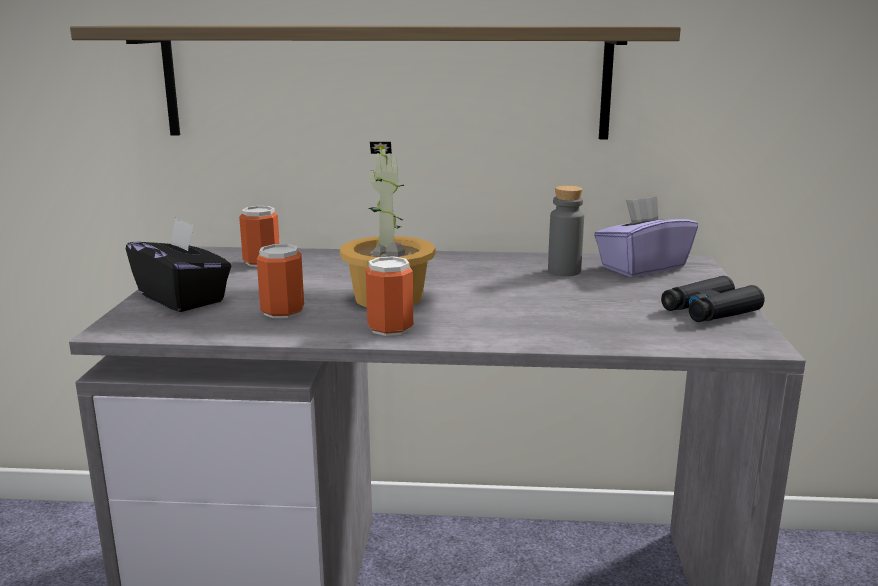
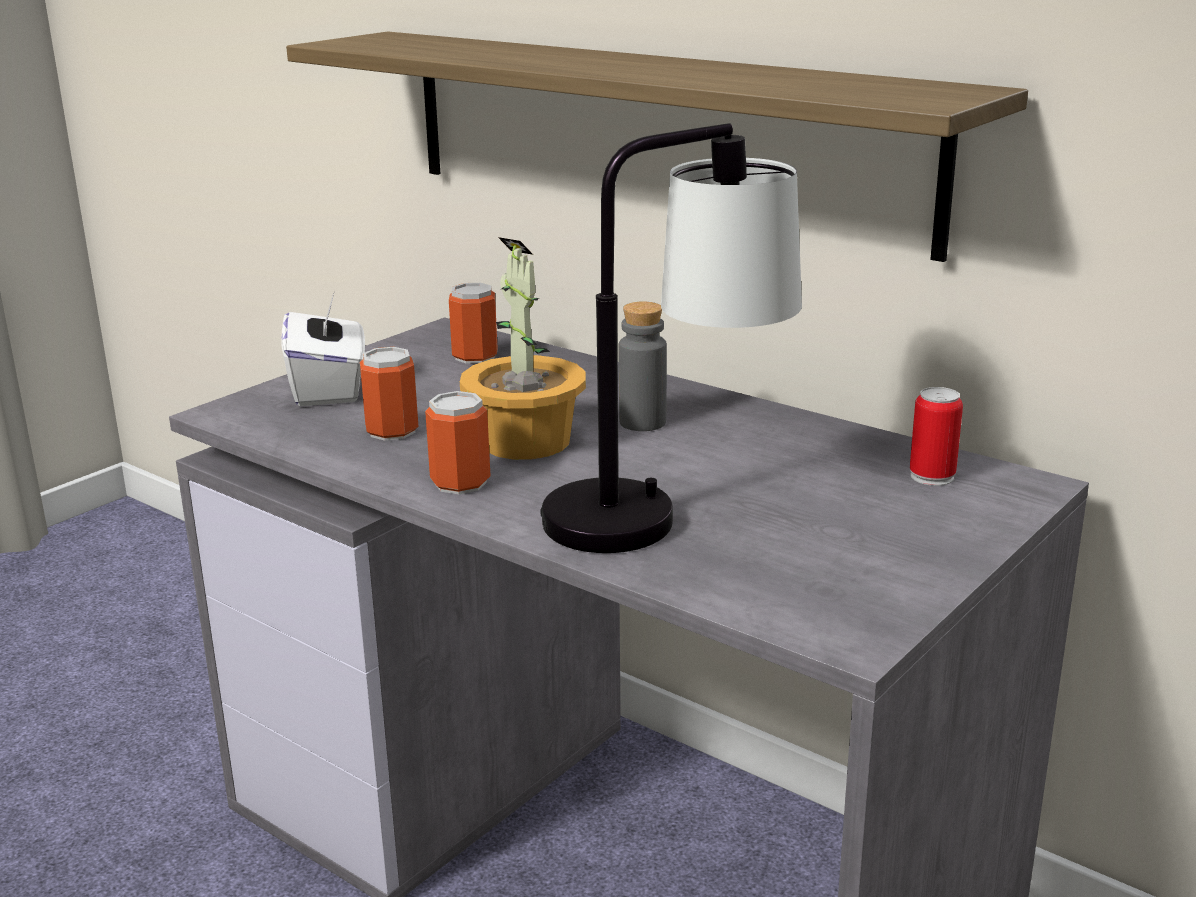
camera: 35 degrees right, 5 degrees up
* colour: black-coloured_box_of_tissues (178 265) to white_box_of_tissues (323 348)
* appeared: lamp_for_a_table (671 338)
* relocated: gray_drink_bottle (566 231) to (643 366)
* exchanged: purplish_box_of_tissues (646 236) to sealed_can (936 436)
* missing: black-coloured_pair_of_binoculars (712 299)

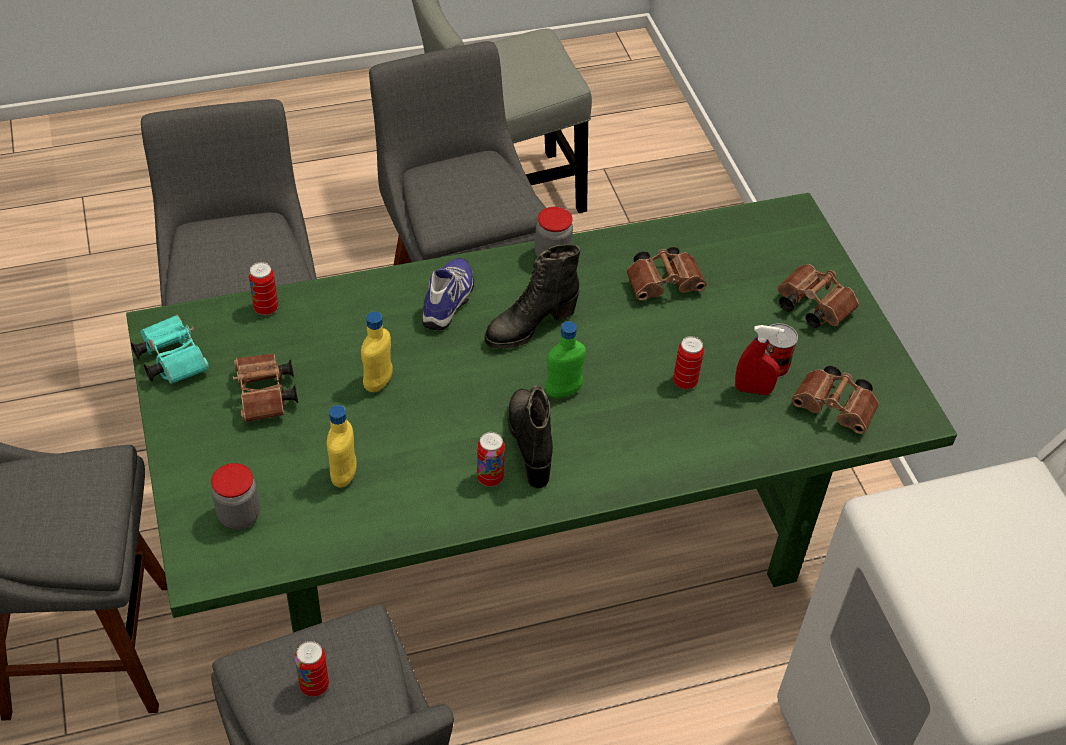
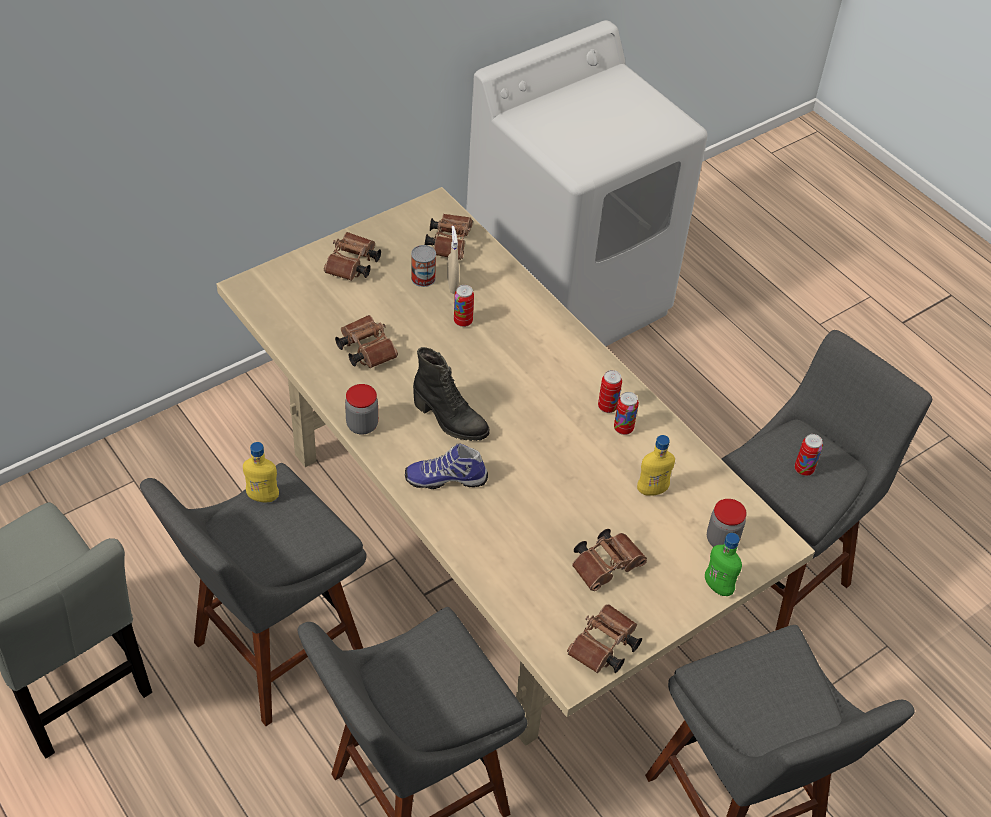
camera: 110 degrees left, 0 degrees up
* colour: greenish_dinner_table (541 413) to beige_dinner_table (516 466)
* relocated: yellowish_drink_bottle (377 351) to (261 472)
* colour: reddish_sprayer (760 360) to beige_sprayer (453 260)
* colour: blue-green_pair_of_binoculars (170 349) to brown_pair_of_binoculars (604 638)
* relocated: sealed_can (263 288) to (626 413)
* relocated: greenish_drink_bottle (565 359) to (723 564)
* missing: black-coloured_high-top_boot (530 436)

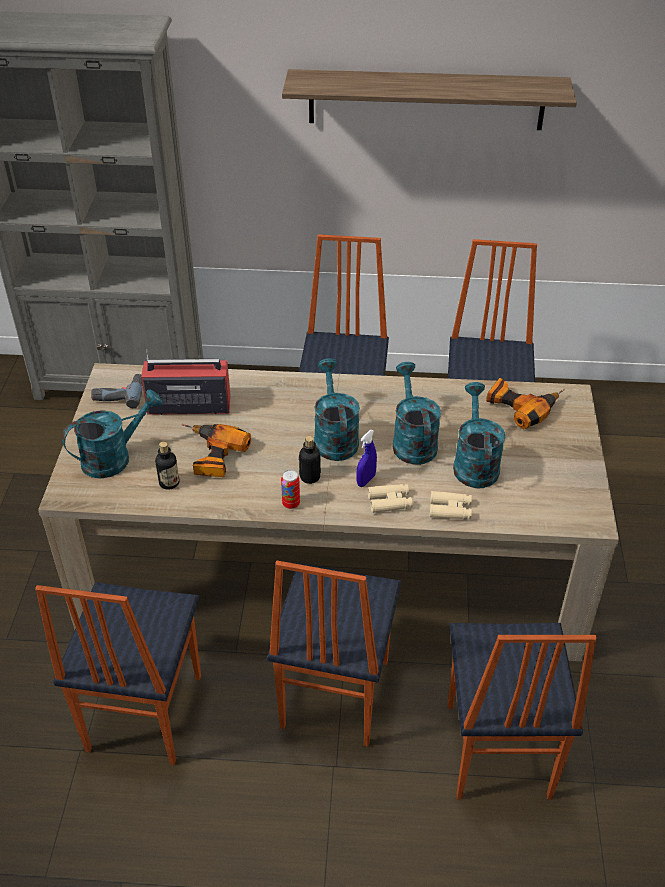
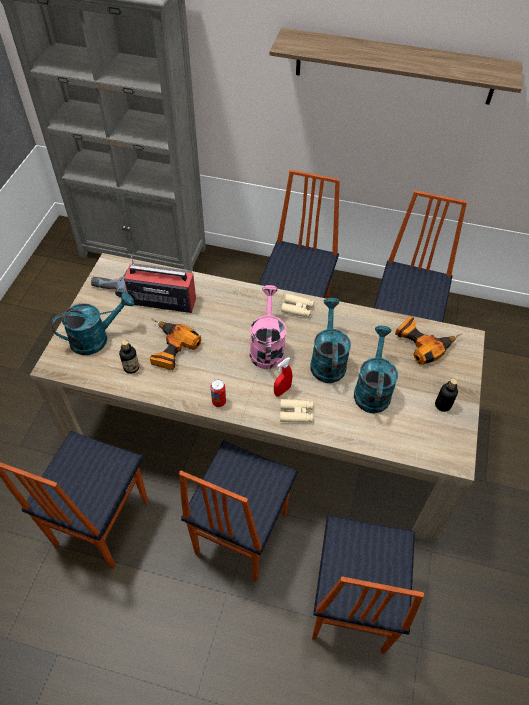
camera: 10 degrees right, 10 degrees up
* colour: blue-green_watering_can (337 409) to pinkish_watering_can (268 327)
* colour: blue-coloured_sprayer (366 458) to reddish_sprayer (283 377)
* relocated: beige_pair_of_binoculars (451 505) to (297 305)
* relocated: drink_bottle (310 460) to (446 395)

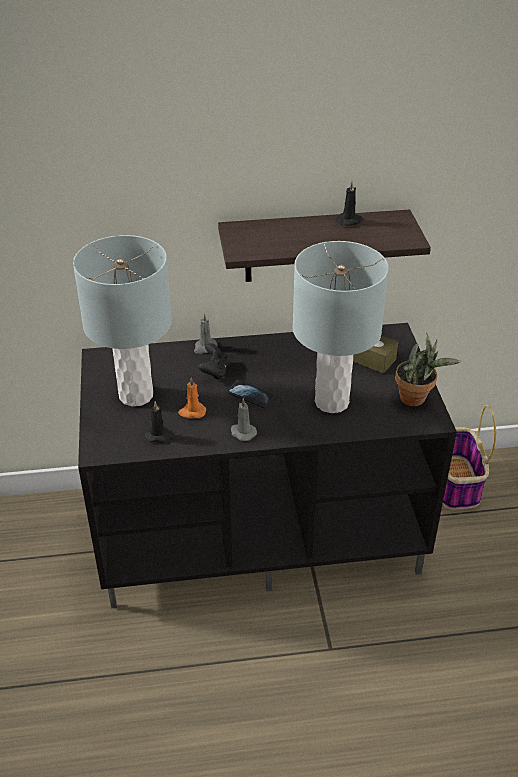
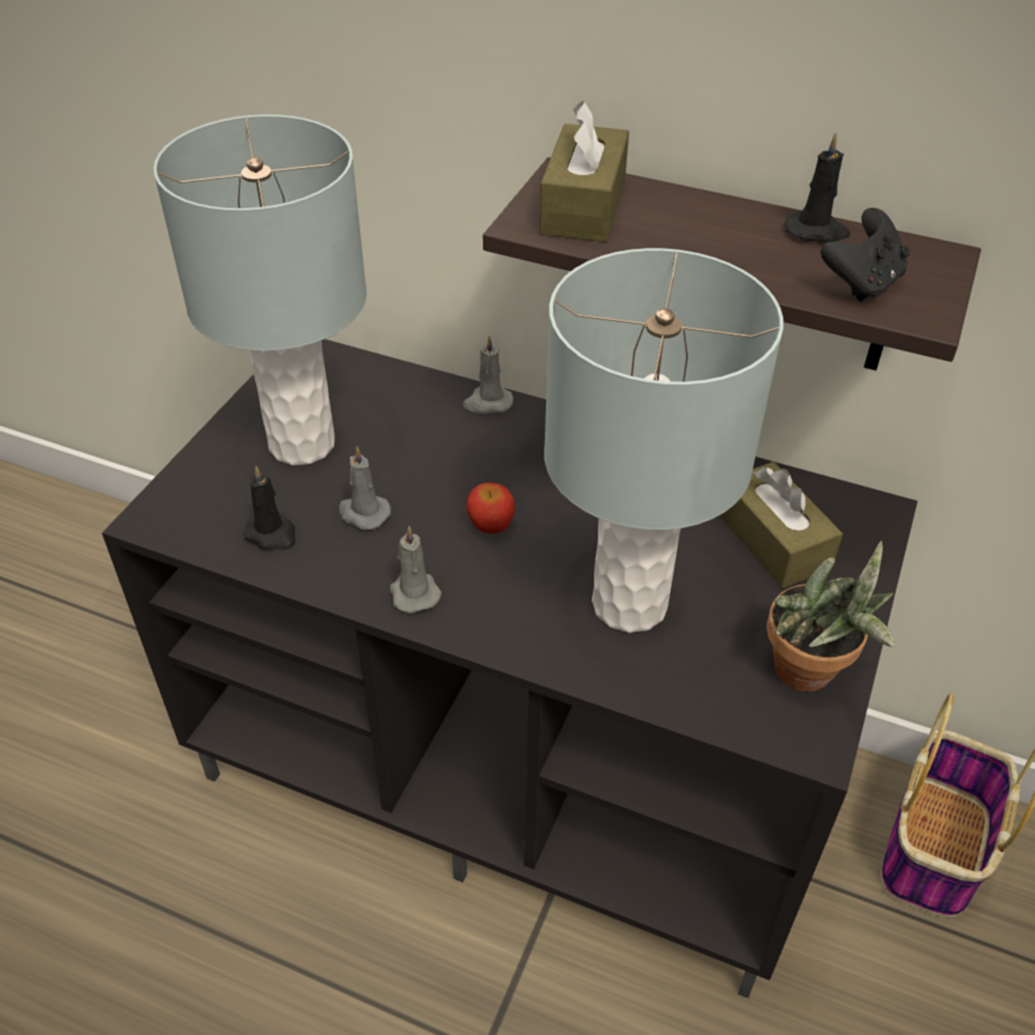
camera: 30 degrees right, 5 degrees up
* colour: orangey_candle (192 398) to gray_candle (365 488)
* exchanged: phone (251 394) to whole_apple (490 508)
* appeared: brown_box_of_tissues (584 171)
* relocated: black-coloured_joypad (213 361) to (865 255)

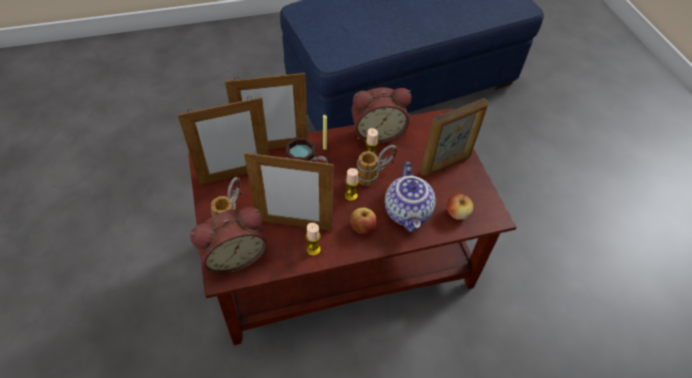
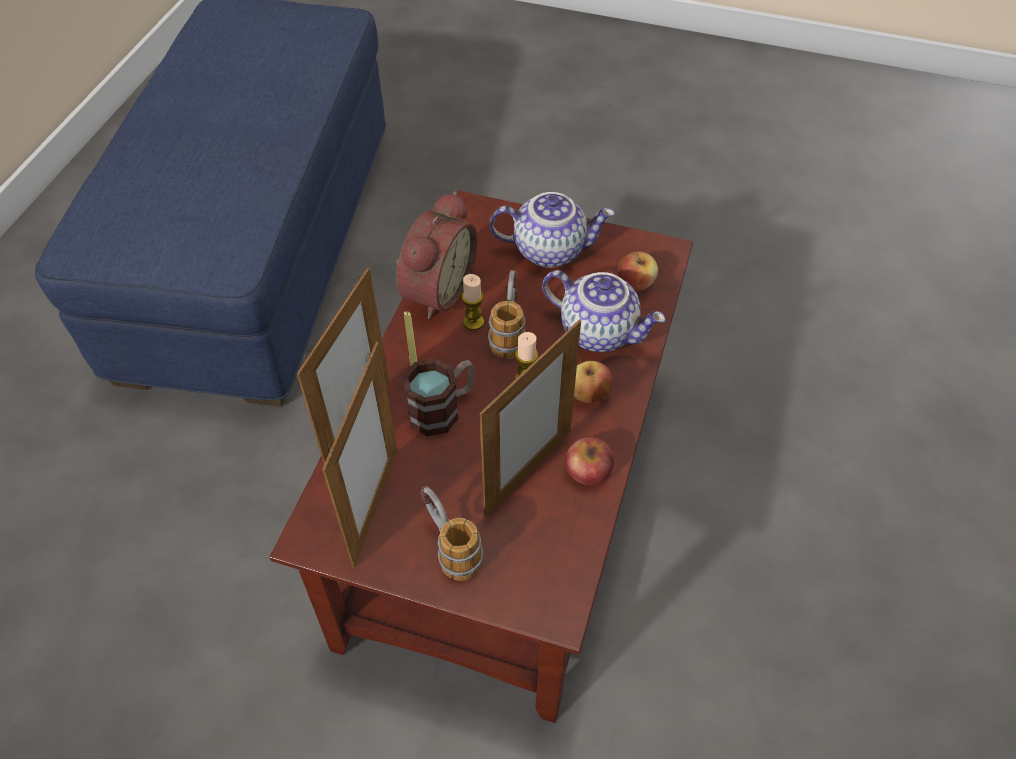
camera: 55 degrees left, 0 degrees up
* exchanged: standing_frame (455 137) to pot_for_tea (552 230)
* exchanged: candle (313 239) to whole_apple (589 461)
* missing: alarm_clock (228 241)

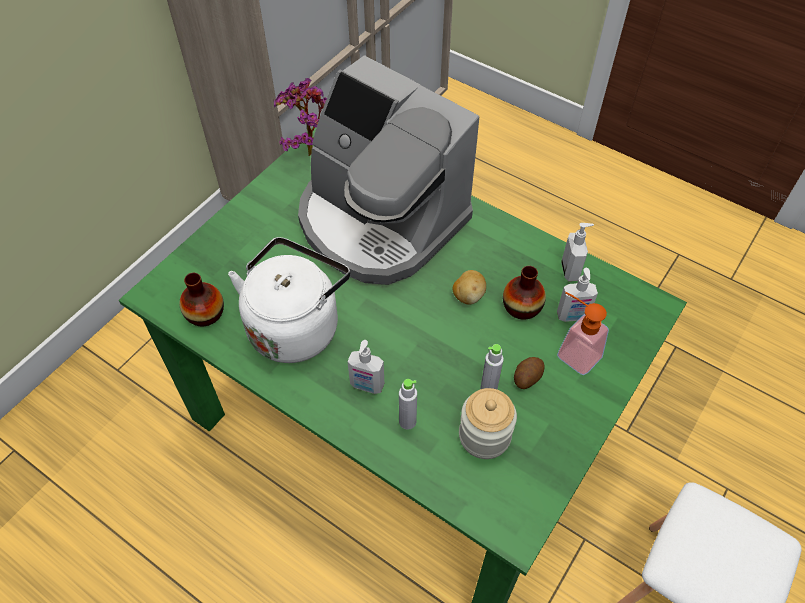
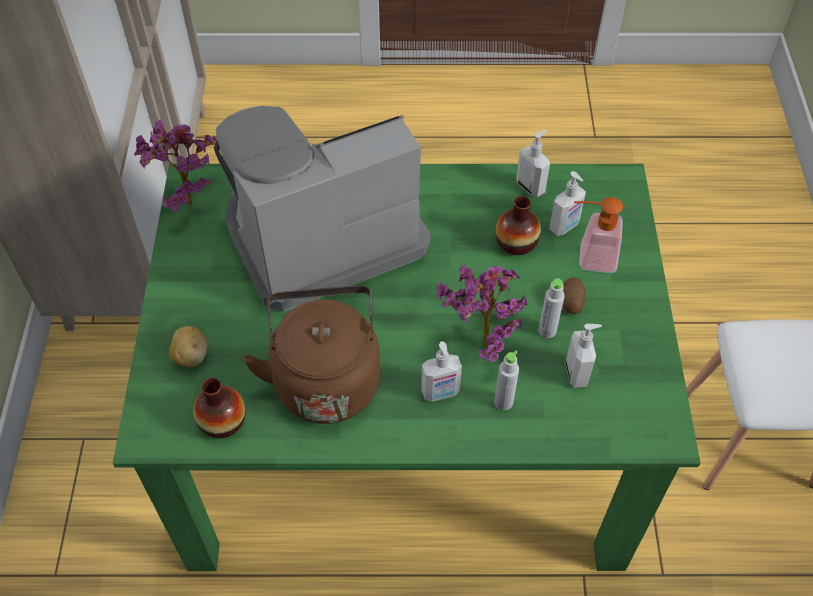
camera: 35 degrees left, 0 degrees up
* relocated: potato (469 287) to (188 346)
* spun: coffee_maker (388 170) = (322 209) 150 degrees clockwise
* colour: white_kettle (289 300) to brown_kettle (311 354)
* appeared: potted_plant (482 312)
* exchanged: preserve_jar (488 423) to liquid_soap_bottle (583 356)

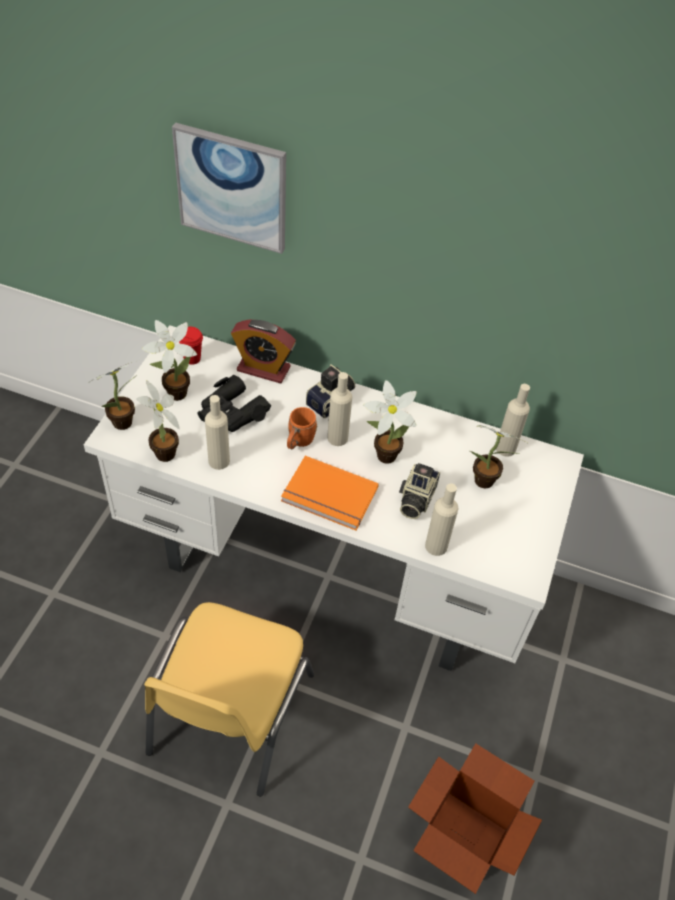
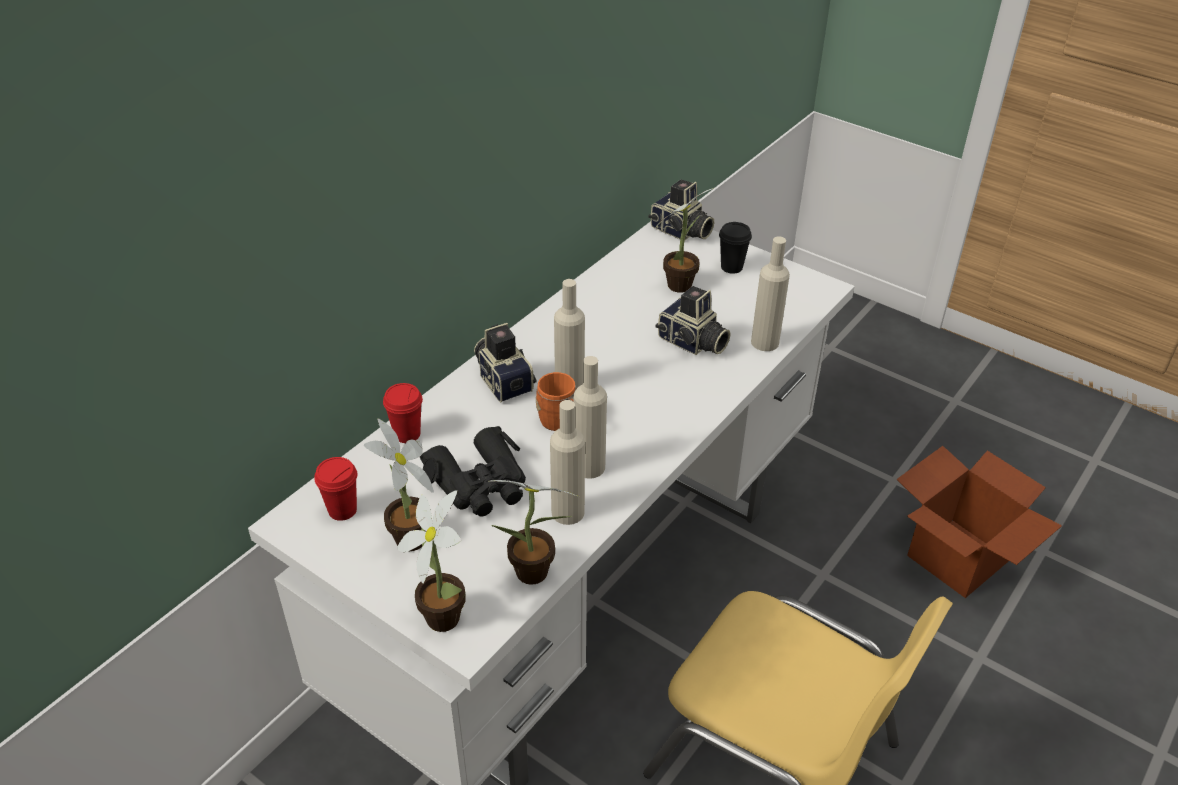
camera: 70 degrees left, 10 degrees down
* exchanged: alarm_clock (263 352) to reddish_small_cup (403 413)
* relocated: beige_drink_bottle (513 420) to (590 417)
* appeared: photo_camera (681 210)
* appeared: black-coloured_small_cup (735 248)
* missing: picture (229 188)
* missing: orangey_bound_book (330 493)
* missing: potted_plant (390 422)

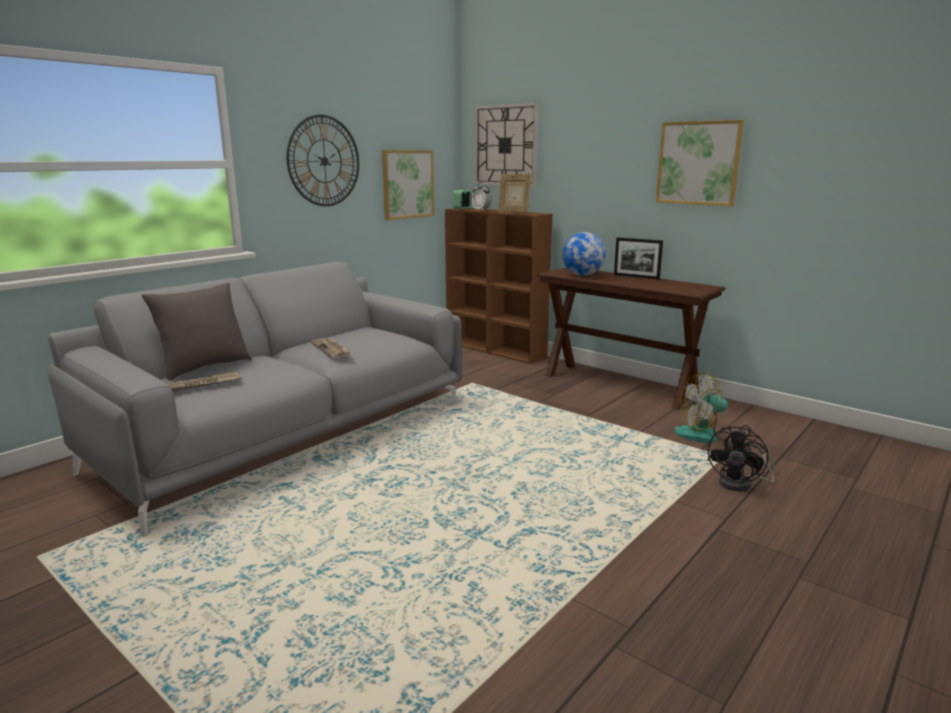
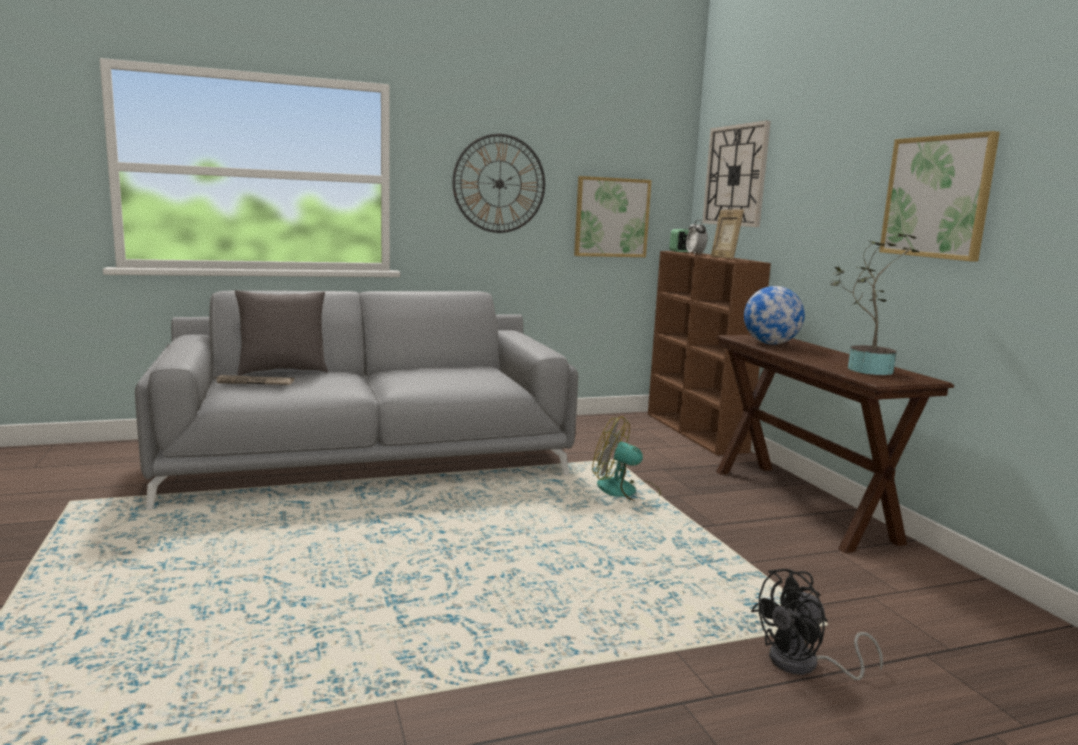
camera: 30 degrees right, 5 degrees down
* relocated: electric_fan (703 407) to (626 458)
* appeared: potted_plant (875 304)
* missing: printed_paper (331 348)
* missing: standing_frame (638 258)

